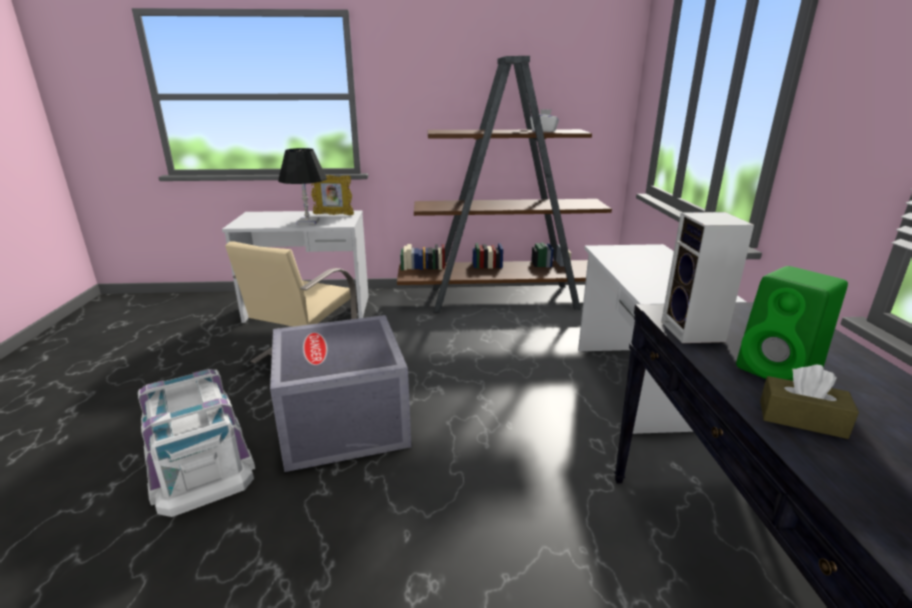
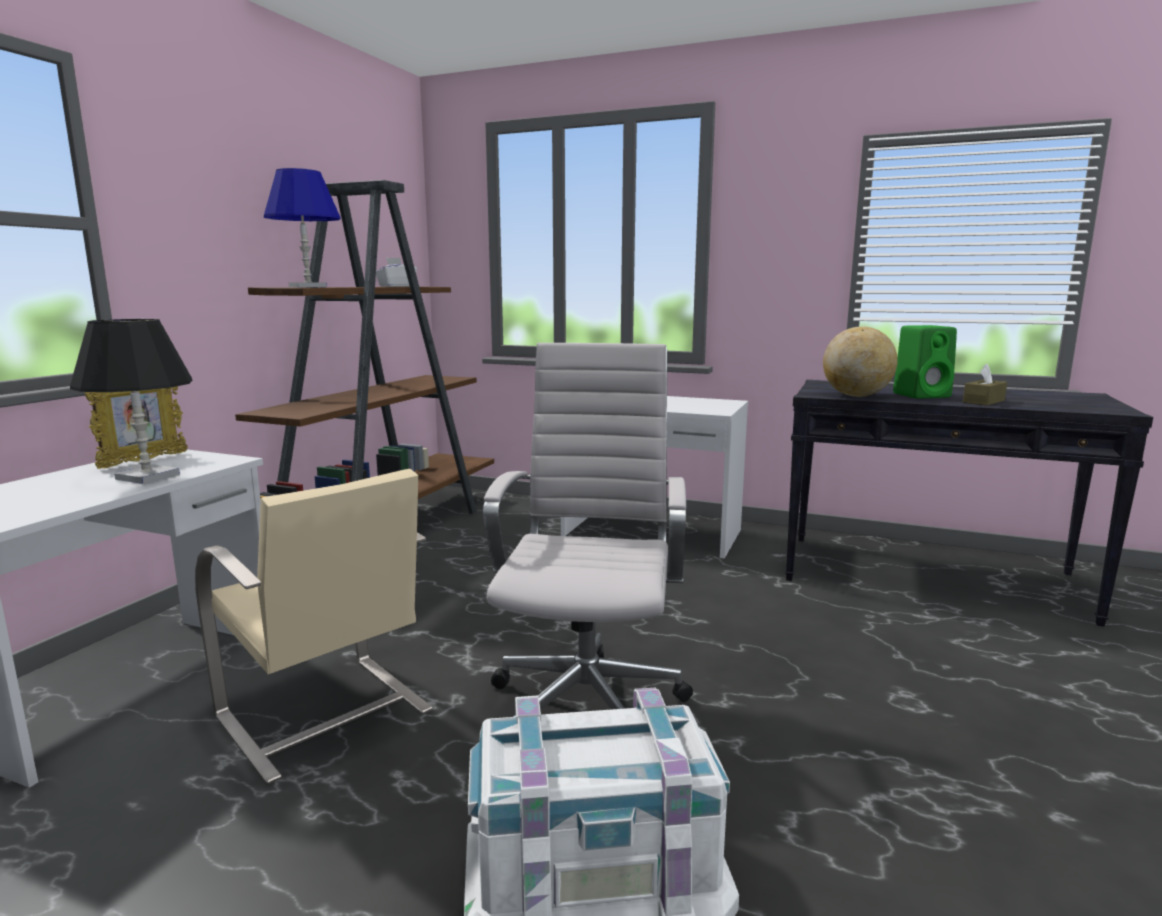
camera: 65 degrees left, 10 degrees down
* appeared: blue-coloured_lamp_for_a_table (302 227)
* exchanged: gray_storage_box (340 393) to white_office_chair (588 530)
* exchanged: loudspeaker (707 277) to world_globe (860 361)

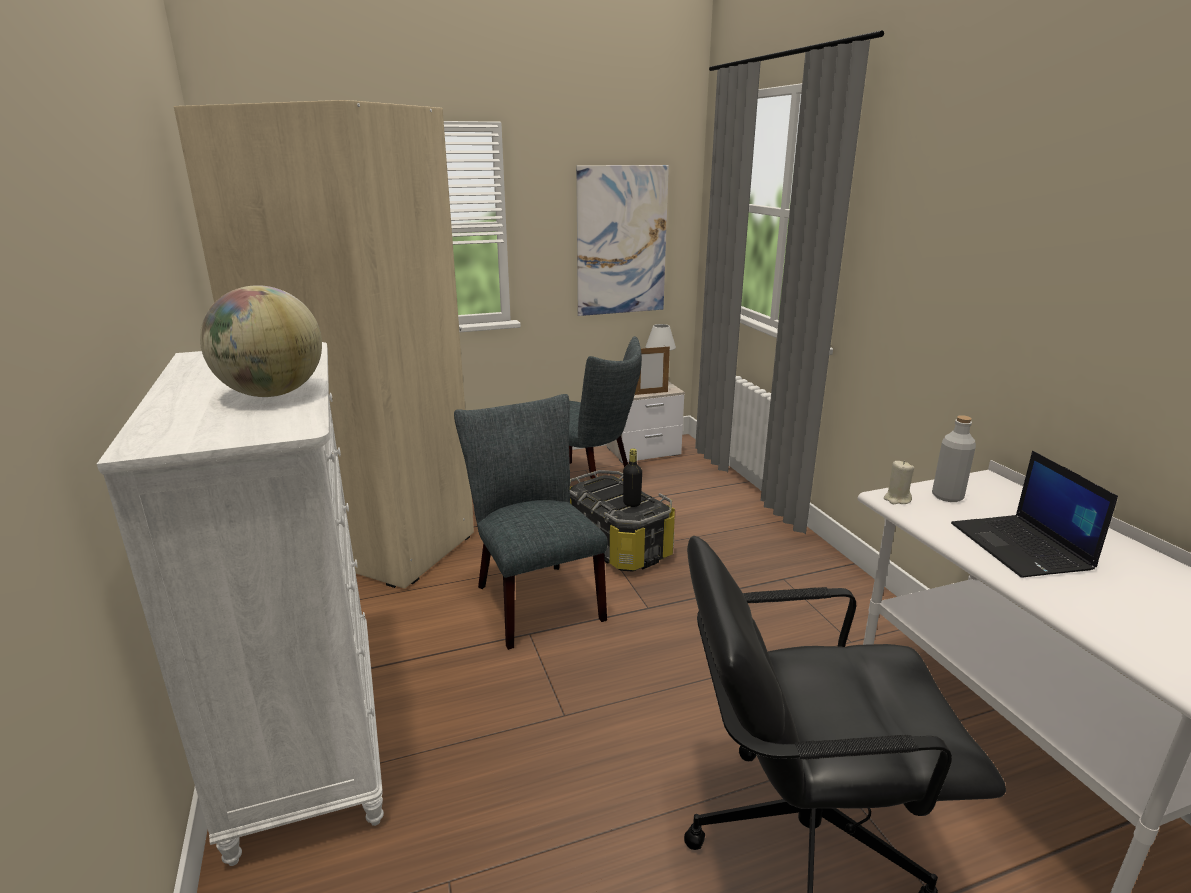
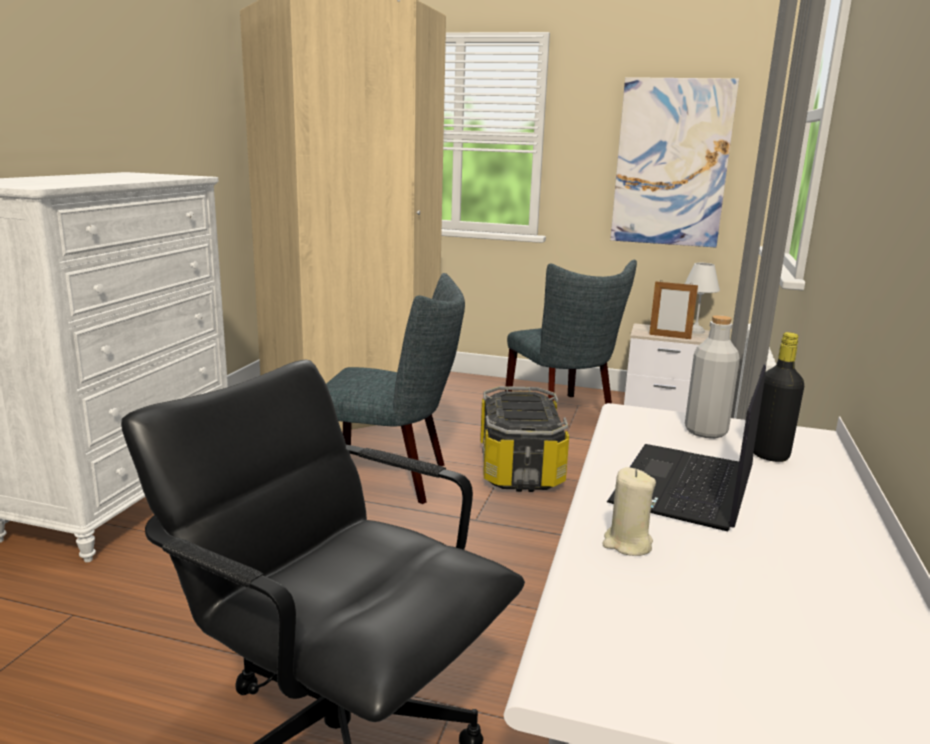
camera: 35 degrees right, 5 degrees down
* spun: gray_plain_chair (530 522) = (395 388) 90 degrees clockwise
* relocated: beige_candle (899 482) to (629 511)
* relocated: black-coloured_drink_bottle (632 477) to (779 397)
* missing: world_globe (261 341)

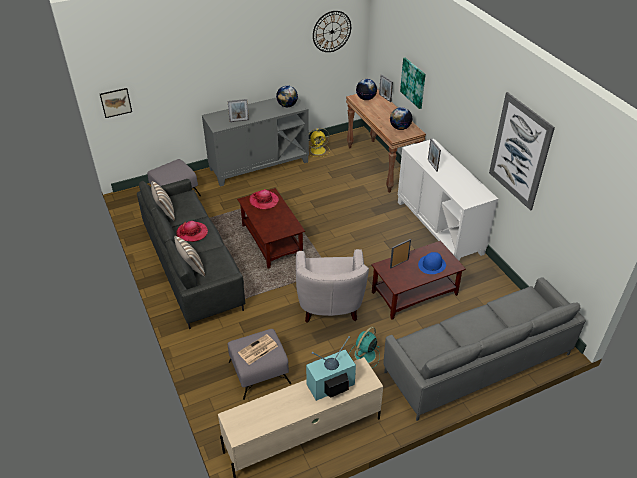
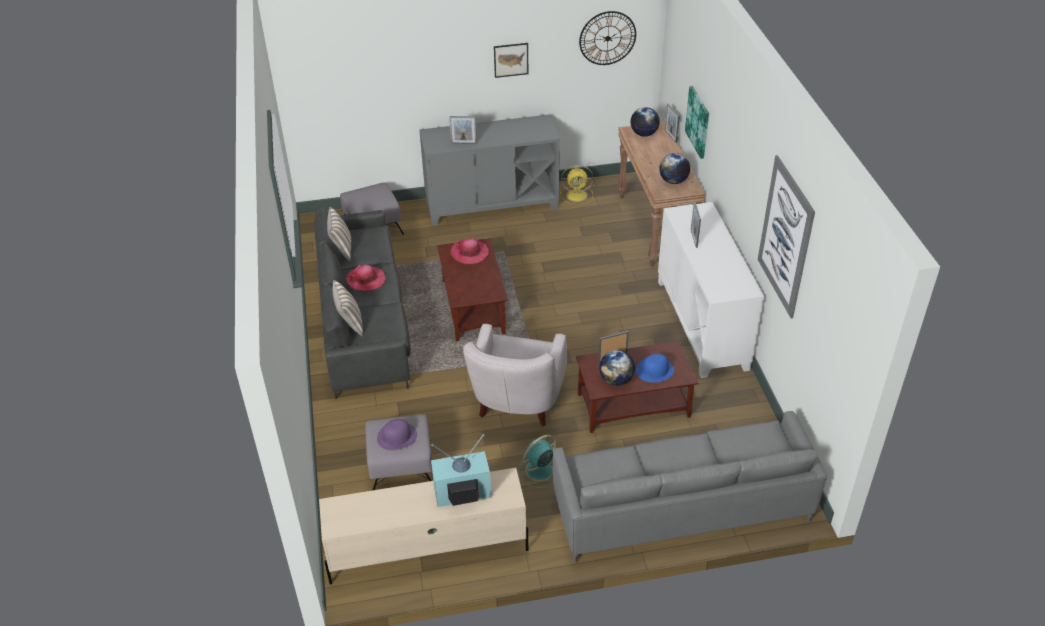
camera: 15 degrees right, 0 degrees up
* exchanged: printed_paper (258 349) to purplish_hat (397 434)
* relocated: picture (116 103) to (511 60)
* relocated: world_globe (287 96) to (617 368)

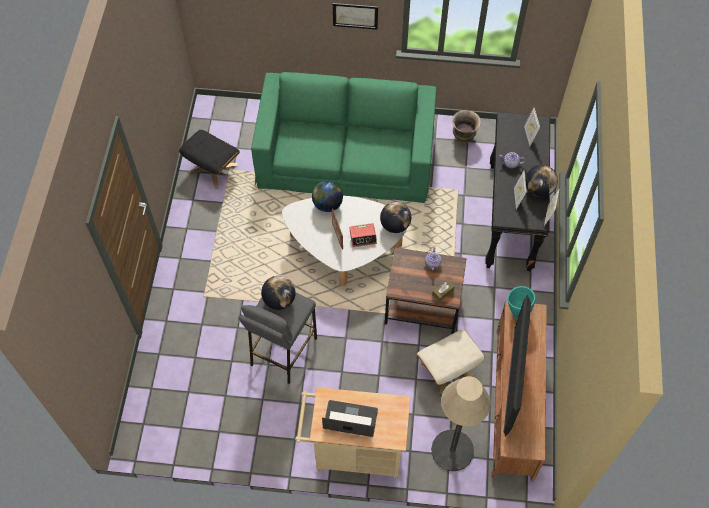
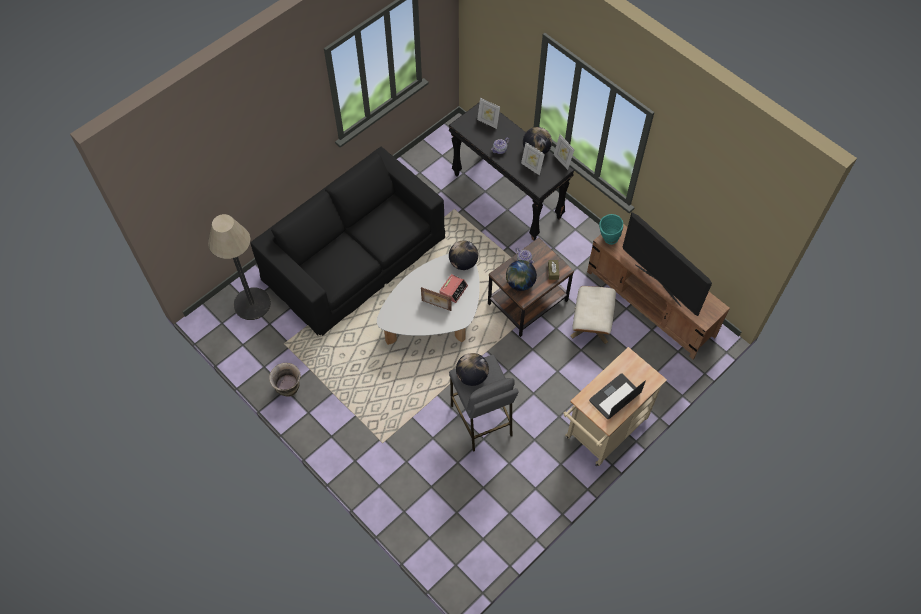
camera: 50 degrees left, 0 degrees up
* relocated: floor_lamp (461 423) to (239 267)
* colour: greenish_sofa (344 137) to black-coloured_sofa (347 241)
* relocated: flower_vase (466 127) to (285 380)
* relocated: world_globe (327 196) to (521 275)
* missing: black-coloured_footrest (209 159)
* missing: picture (355 16)

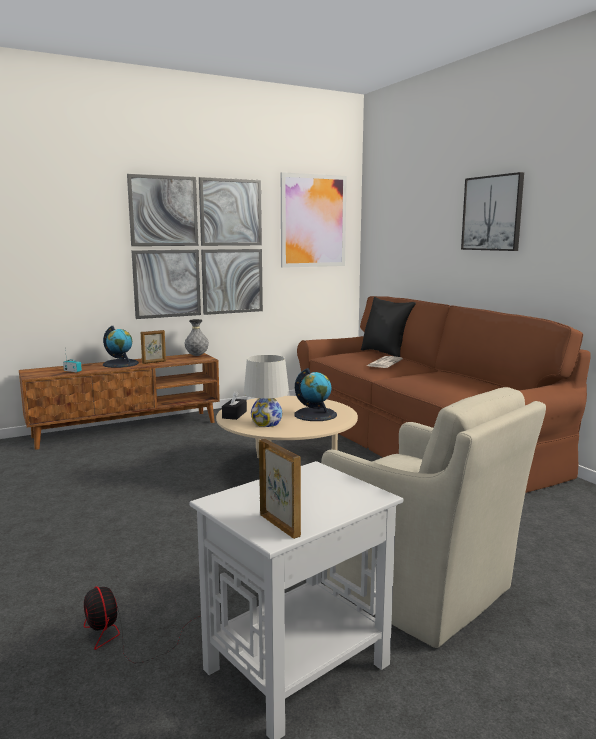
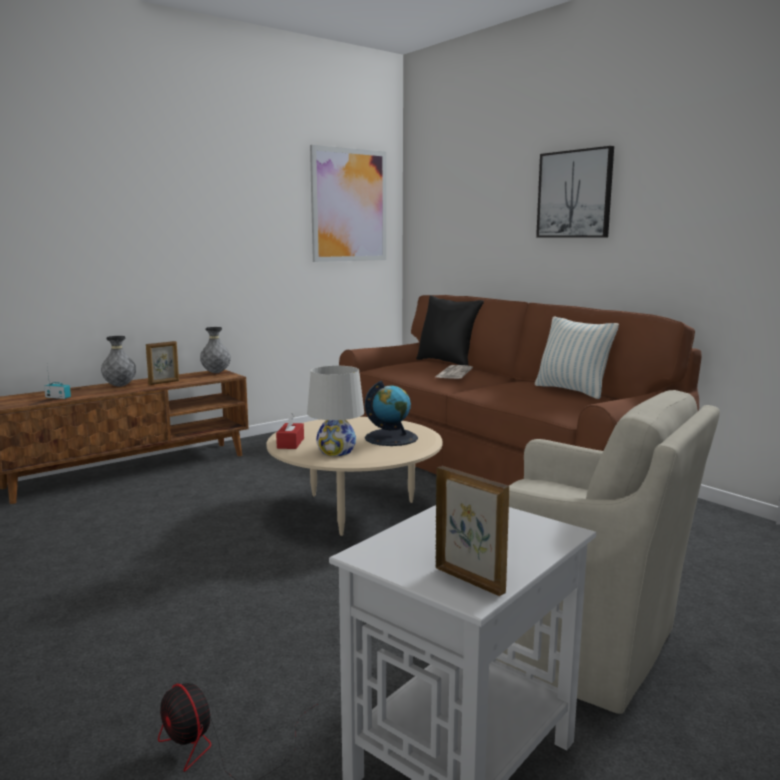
camera: 10 degrees left, 0 degrees up
* exchanged: world_globe (121 347) to gray_flower_vase (118 361)
* colour: black-coloured_box_of_tissues (234 405) to reddish_box_of_tissues (290 431)
* appeared: pillow (577 357)
* missing: picture (195 246)

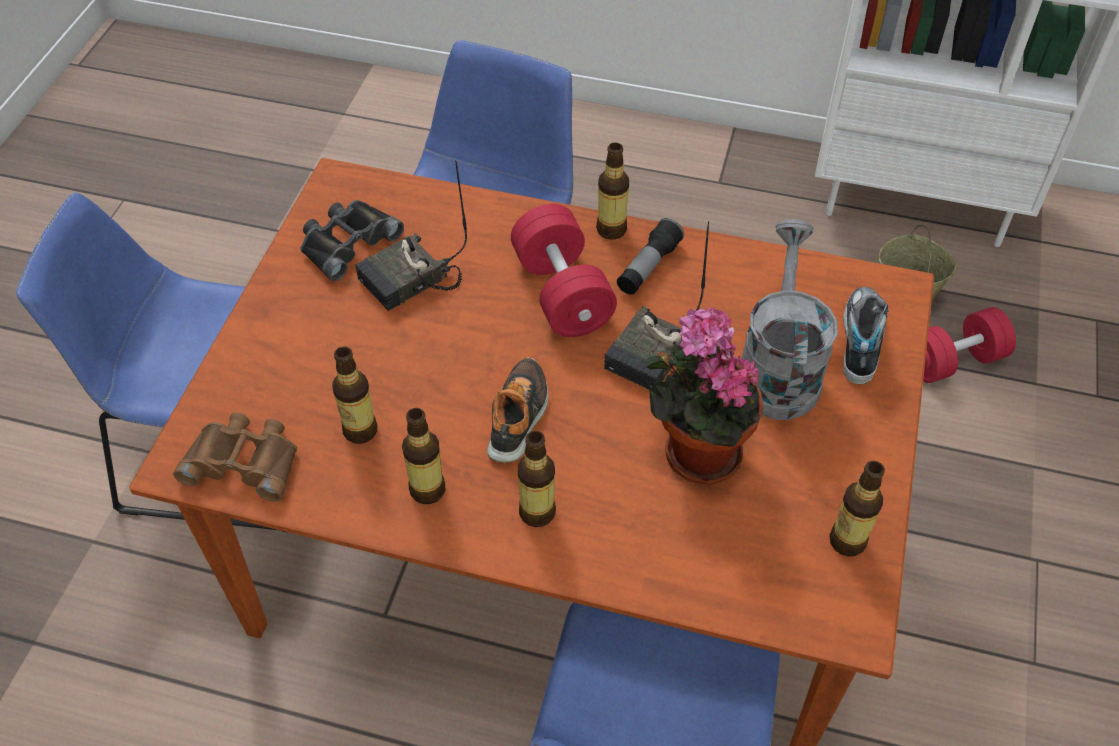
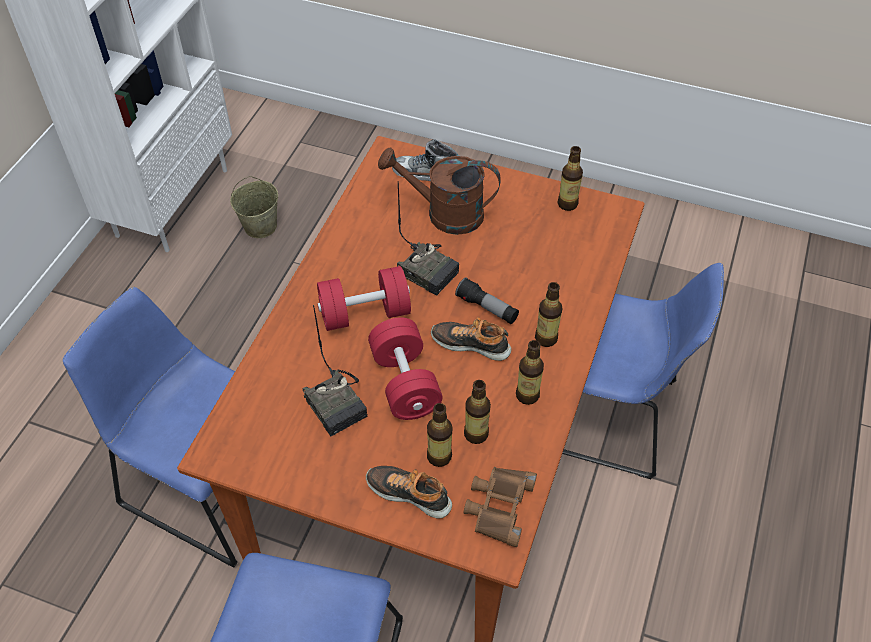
camera: 85 degrees left, 0 degrees up
* appeared: item_of_footwear (409 492)
* relocated: reddish_hand_weight (969 345) to (405 368)
* colour: gray_watering_can (790 319) to brown_watering_can (439 191)
* relocated: drink_bottle (612 191) to (439 435)
* relocated: flashlight (650 256) to (487 300)
* missing: black-coloured_pair_of_binoculars (352 240)
* missing: potted_plant (704 396)

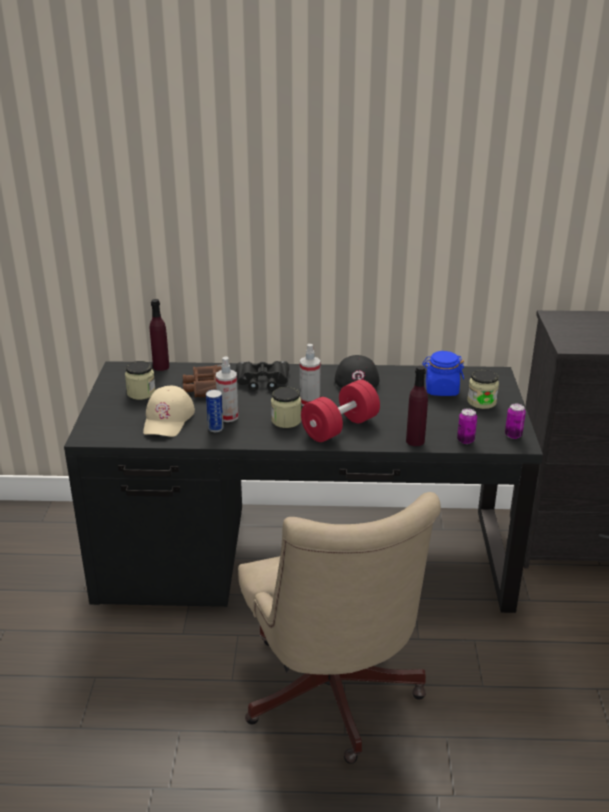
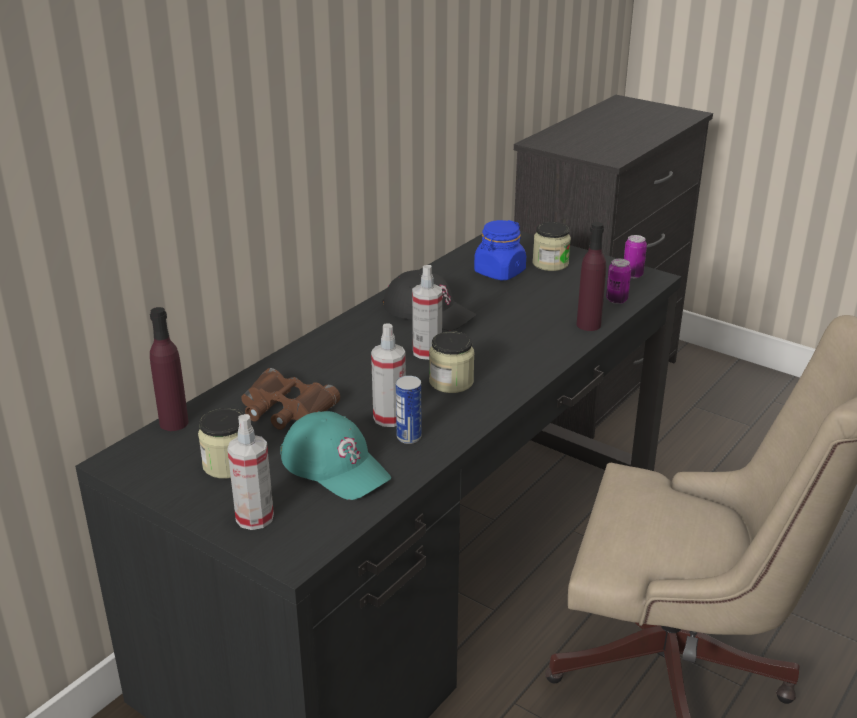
camera: 55 degrees left, 0 degrees up
* appeared: sprayer (250 472)
* colour: beige_baseball_cap (169 411) to blue-green_baseball_cap (335 455)
* missing: black-coloured_pair_of_binoculars (263 376)
* missing: reddish_hand_weight (340 411)

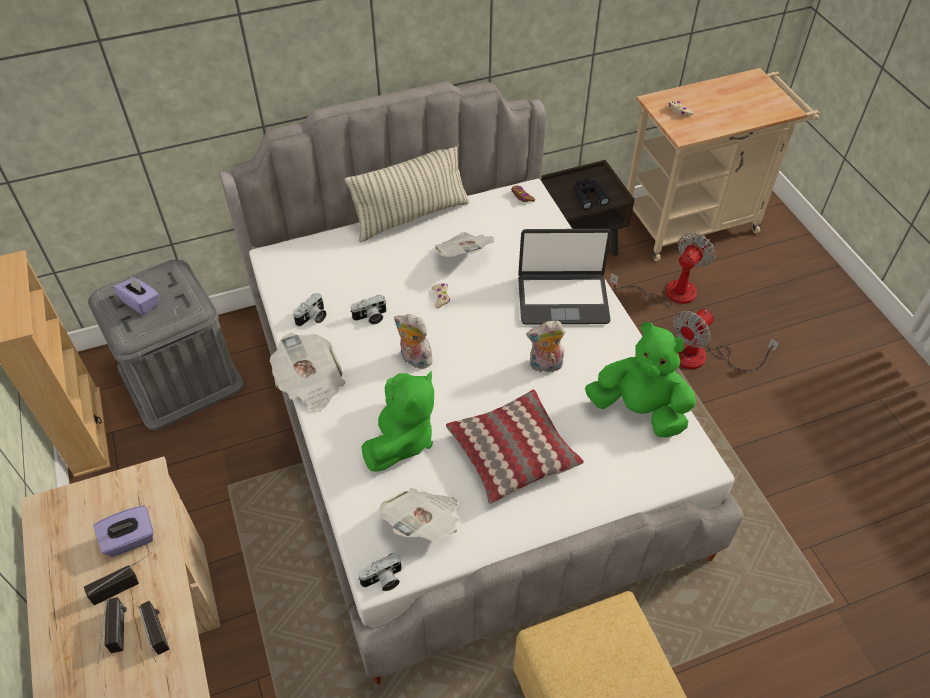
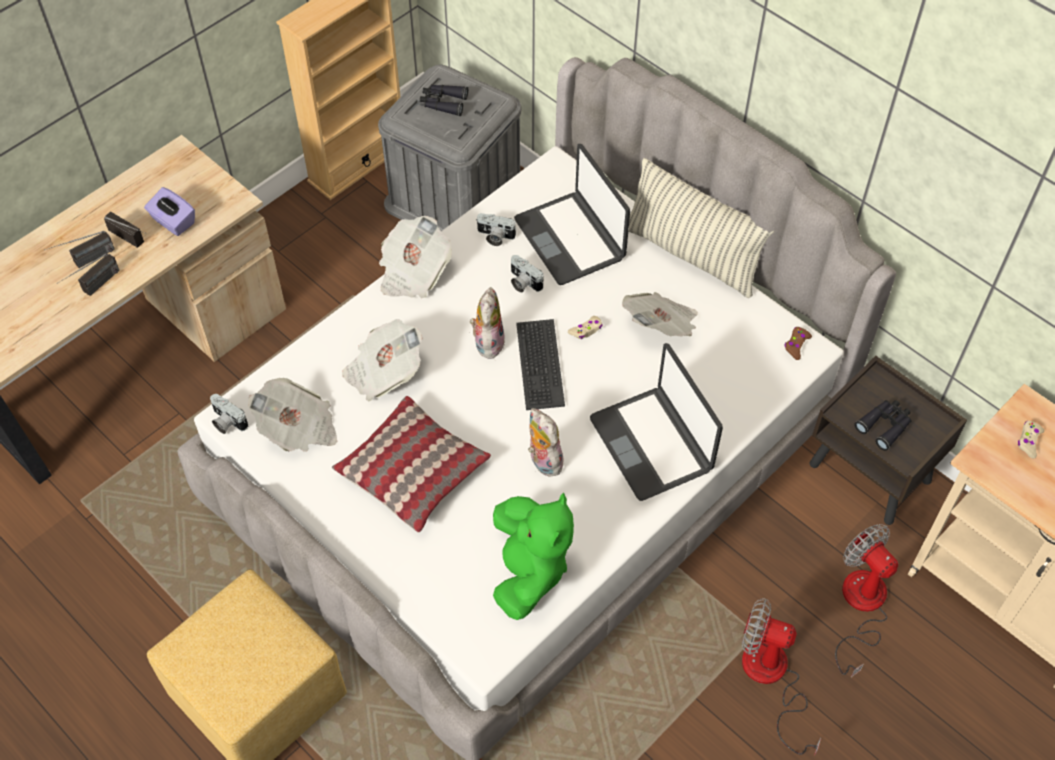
camera: 65 degrees right, 5 degrees up
* exchanged: greenish_plush_toy (397 421) to printed_paper (382 360)
* exchanged: purplish_box_of_tissues (136 296) to black-coloured_pair_of_binoculars (444 100)
* appeared: portable_computer (572 214)
* appeared: PC_keyboard (540 364)
* spun: electric_fan (662 269) = (866 600) 135 degrees counterclockwise

